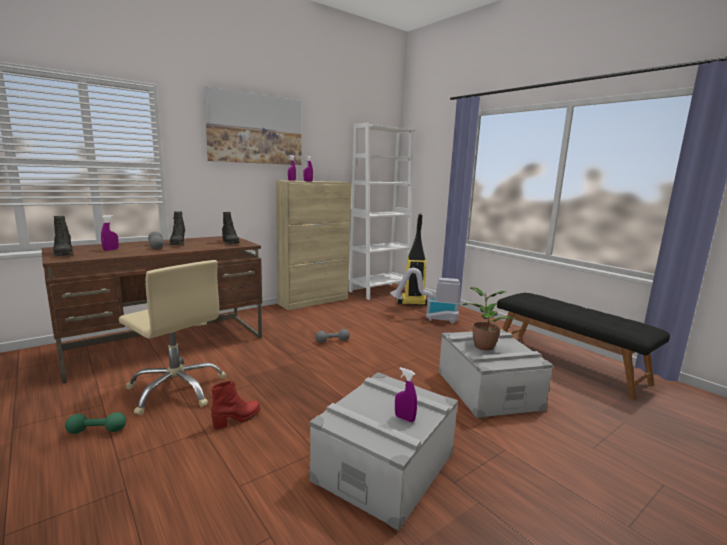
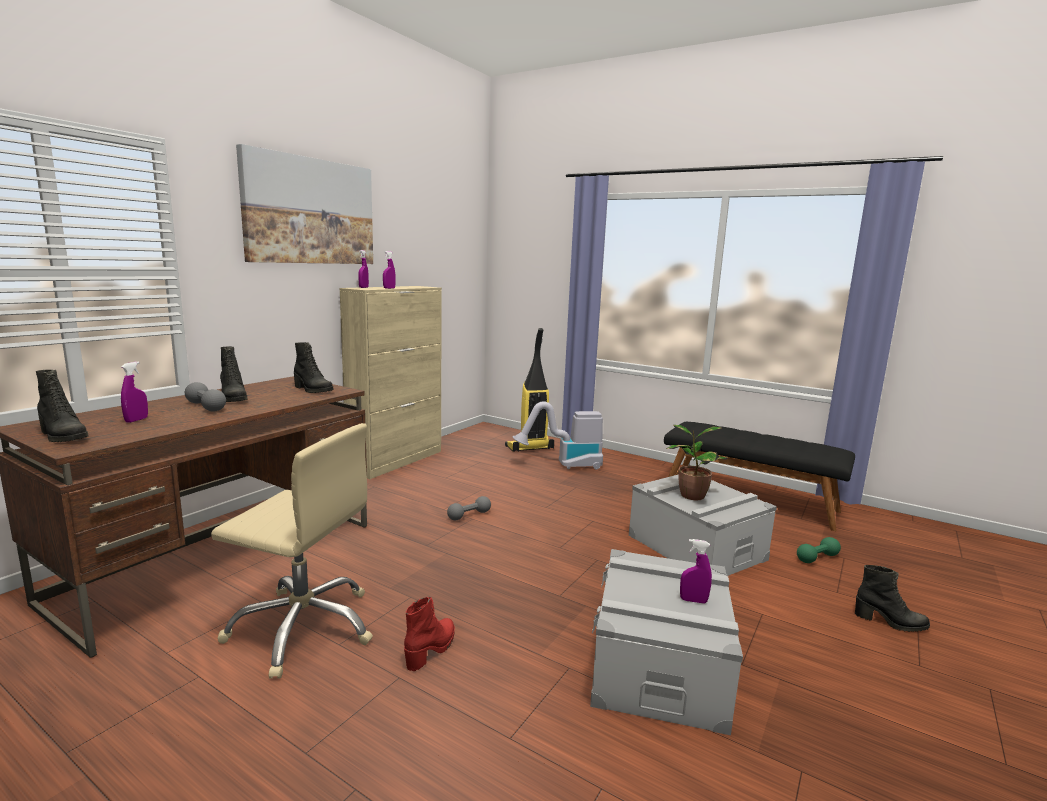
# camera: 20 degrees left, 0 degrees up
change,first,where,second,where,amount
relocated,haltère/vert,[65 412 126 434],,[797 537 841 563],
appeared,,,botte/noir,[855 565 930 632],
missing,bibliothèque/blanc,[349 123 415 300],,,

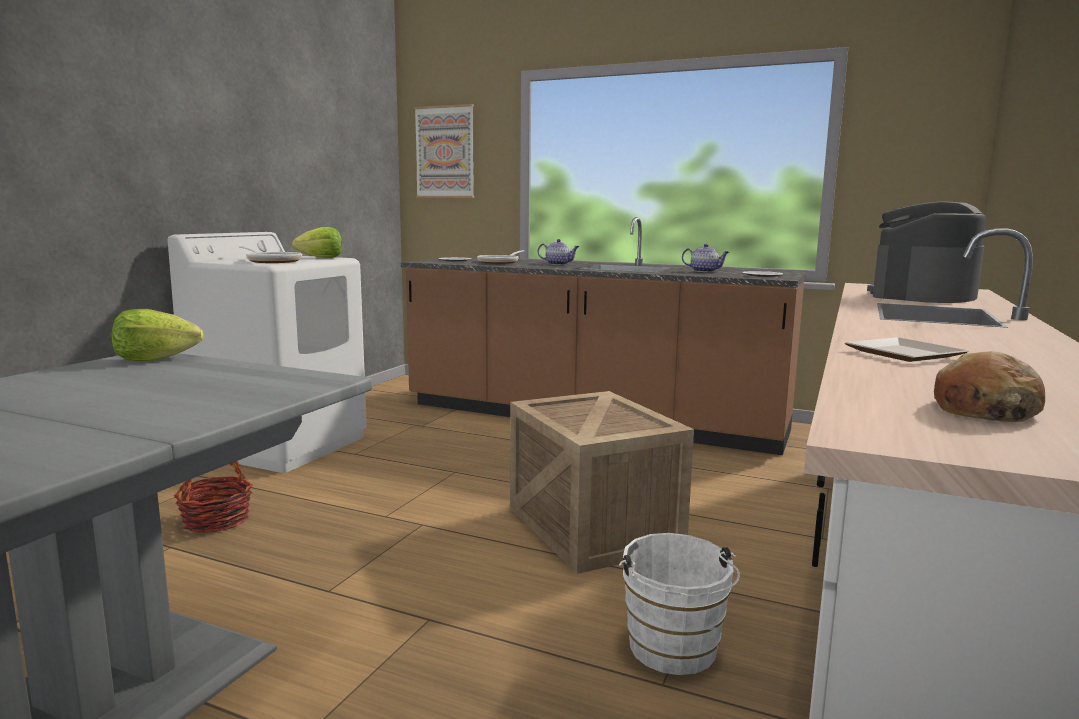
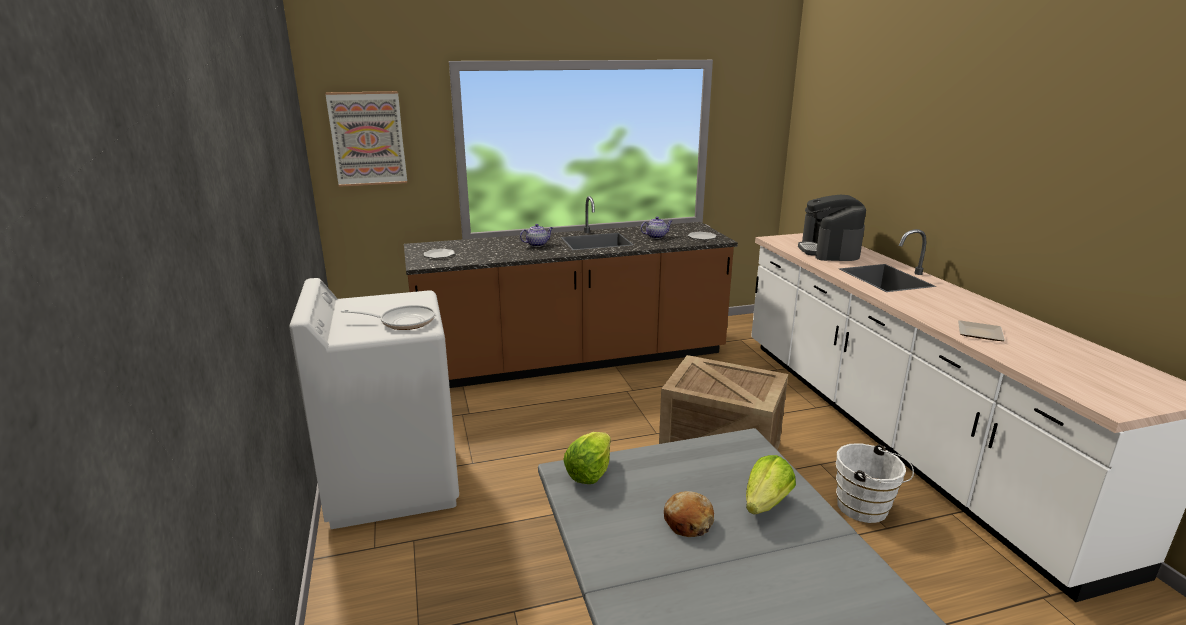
# camera: 40 degrees left, 10 degrees up
change,first,where,second,where,amount
relocated,pain,[934 351 1045 422],,[664 491 714 537],
relocated,laitue,[292 227 342 258],,[746 455 796 514],
missing,panier,[174 461 252 533],,,
missing,poêle,[477 250 524 264],,,

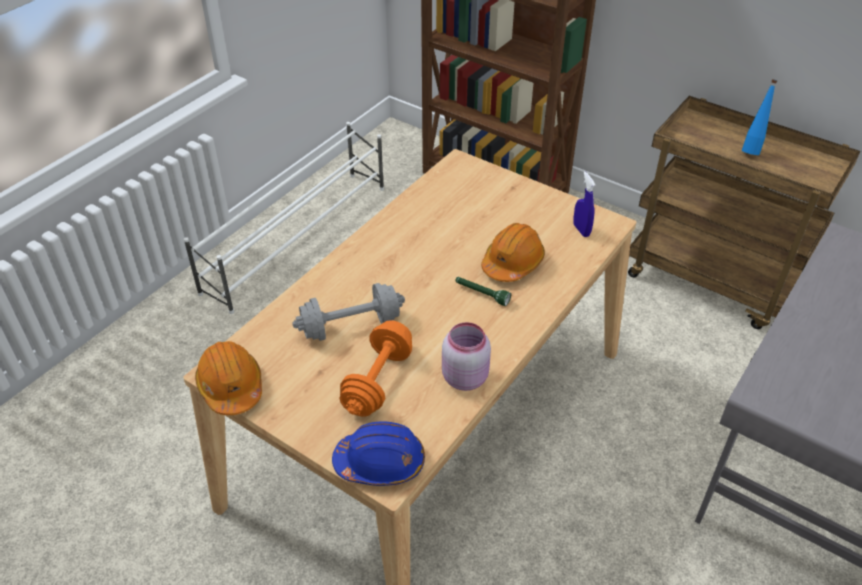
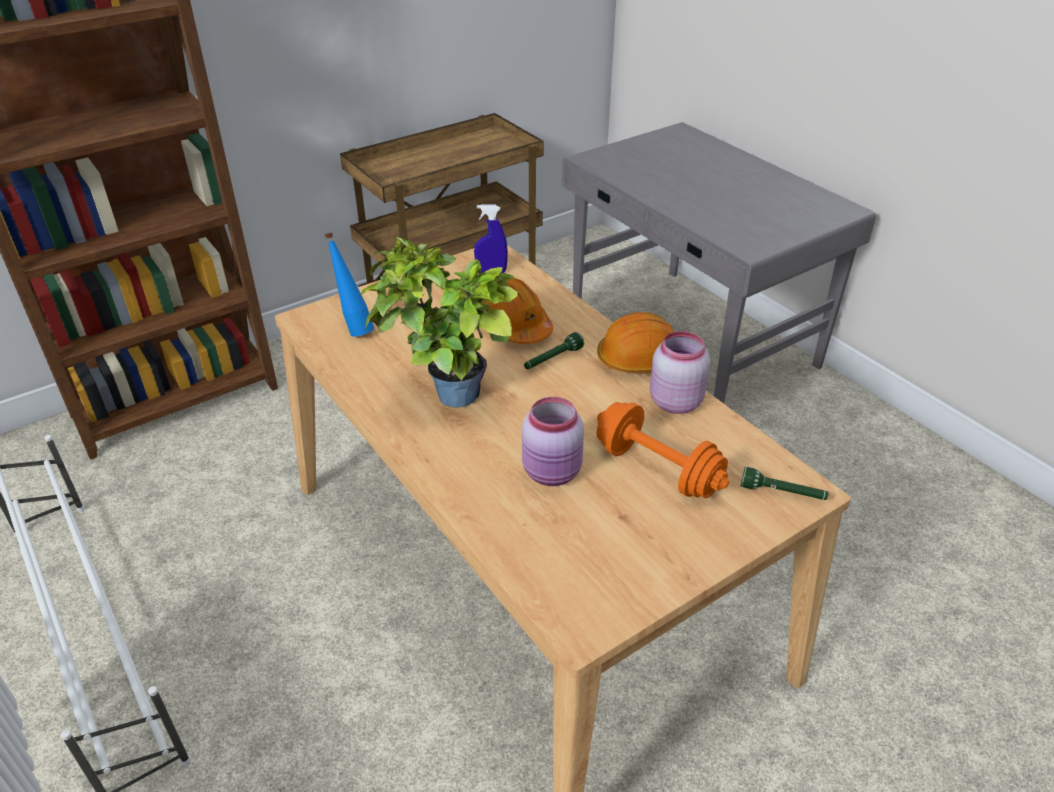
# camera: 70 degrees left, 5 degrees down
change,first,where,second,where,amount
relocated,bouteille/bleu,[742 79 777 155],,[325 232 374 337],
appeared,,,plante en pot,[361 238 518 408],
exchanged,haltère/gris,[293 283 405 341],bocal/rose,[522 397 584 486],
relocated,casque de chantier/orange,[195 341 262 415],,[597 312 673 373],
exchanged,casque de chantier/bleu,[332 421 425 486],lampe de poche/vert,[741 467 829 500],

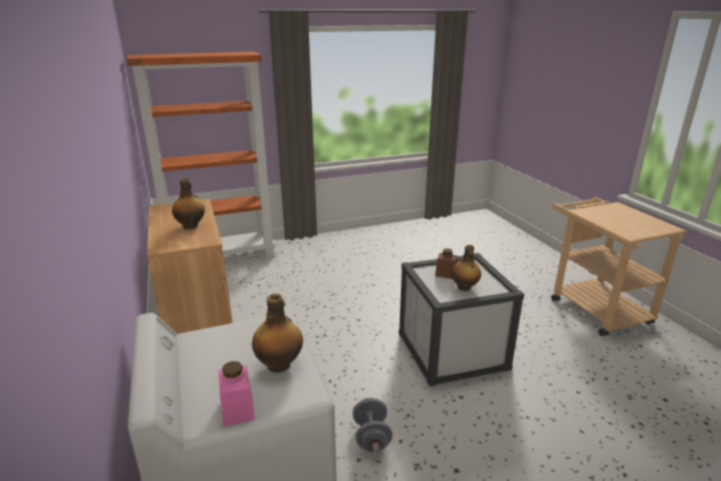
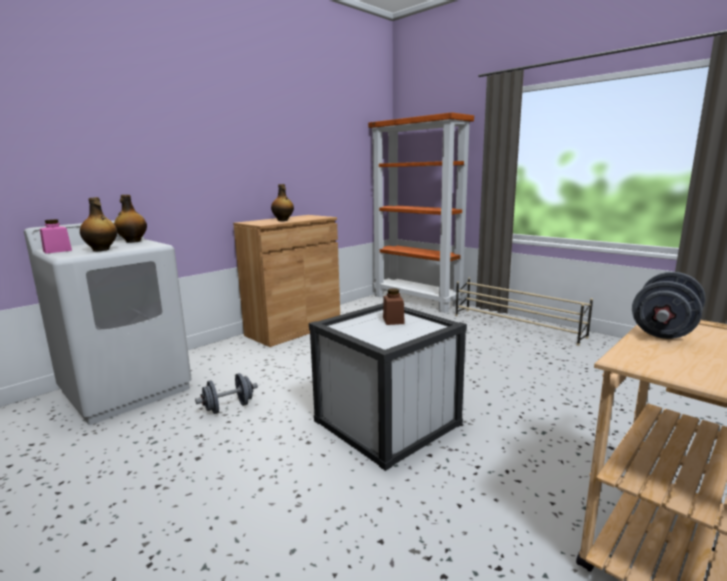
# camera: 65 degrees right, 10 degrees down
change,first,where,second,where,amount
relocated,bouteille,[451 245 481 291],,[114 195 147 243],
appeared,,,étagère à chaussures/beige,[455 278 593 346],
appeared,,,haltère/gris,[632 272 706 339],

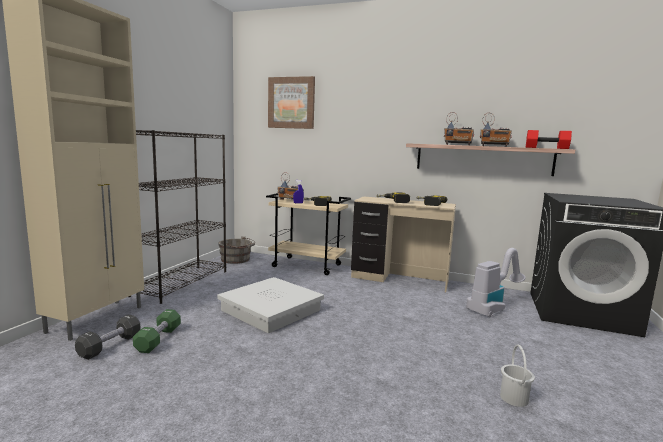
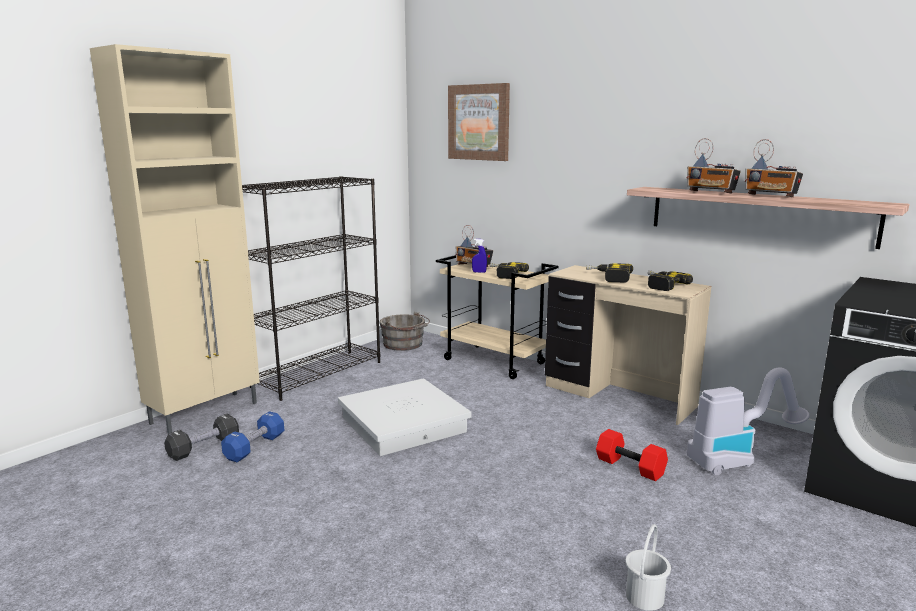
# camera: 20 degrees right, 5 degrees up
change,first,where,second,where,amount
colour,haltère/vert,[133 309 181 353],haltère/bleu,[221 411 284 462],
relocated,haltère/rouge,[526 130 572 149],,[596 429 668 481],

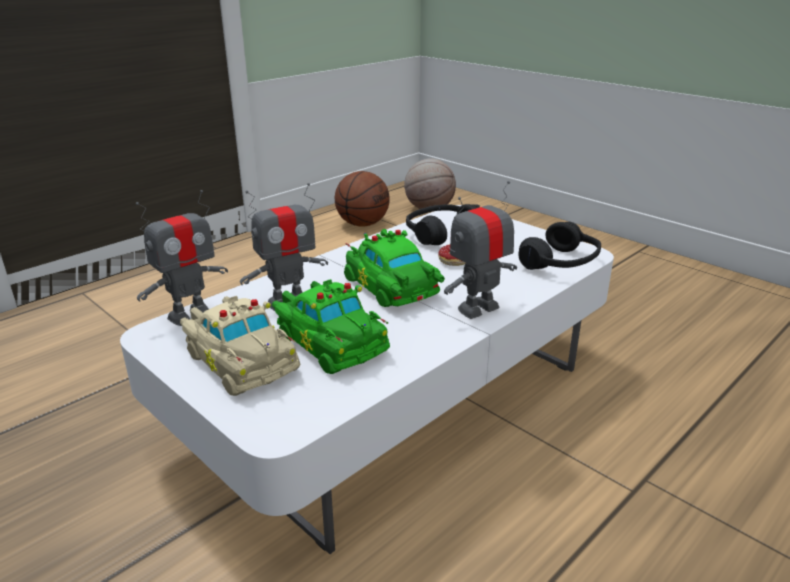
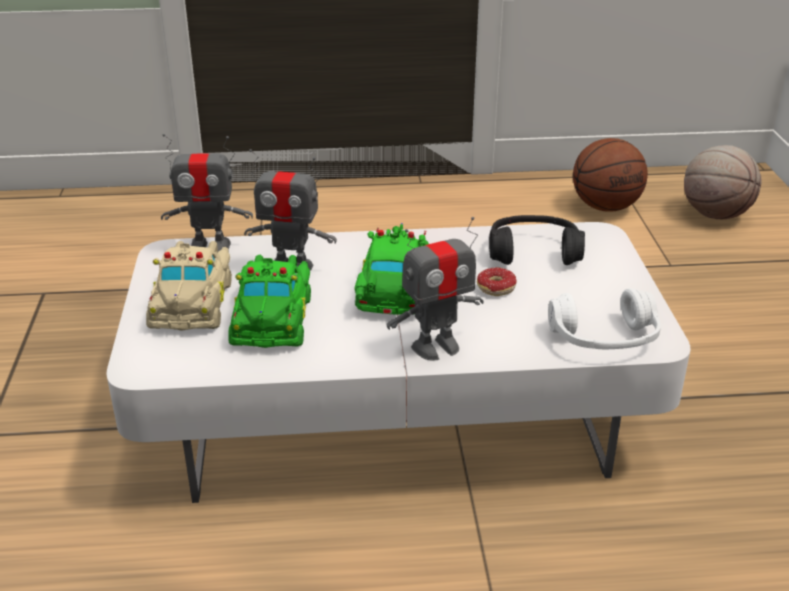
# camera: 40 degrees right, 5 degrees up
change,first,where,second,where,amount
spun,robot jouet,[444 181 517 319],,[386 217 484 360],150 degrees clockwise
colour,casque audio/noir,[518 222 601 270],casque audio/blanc,[548 288 661 349],

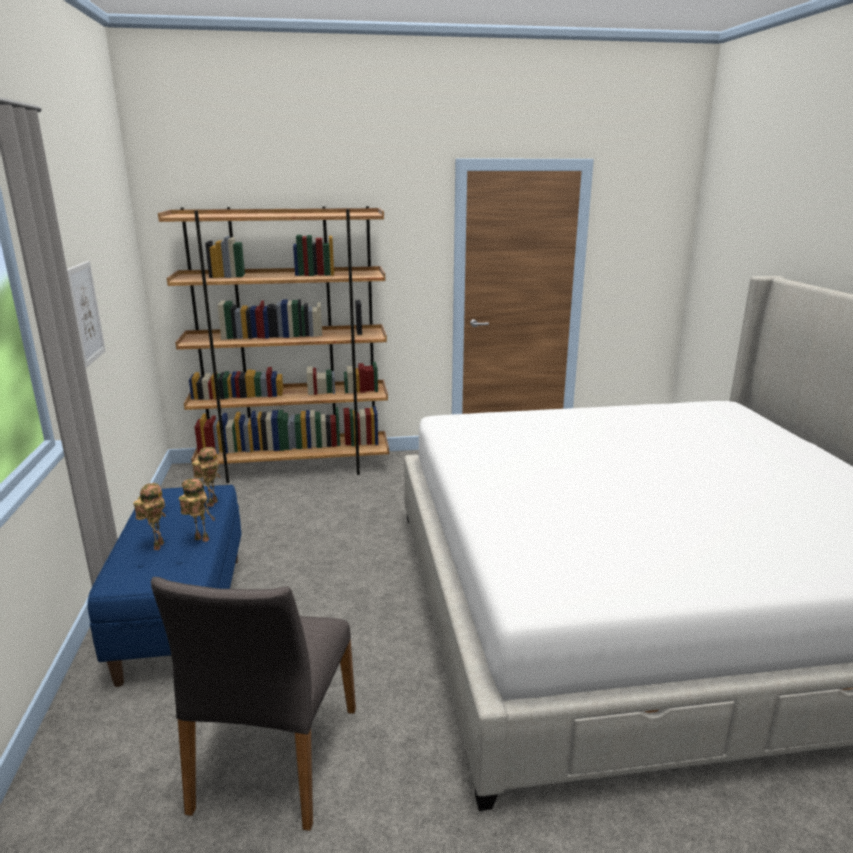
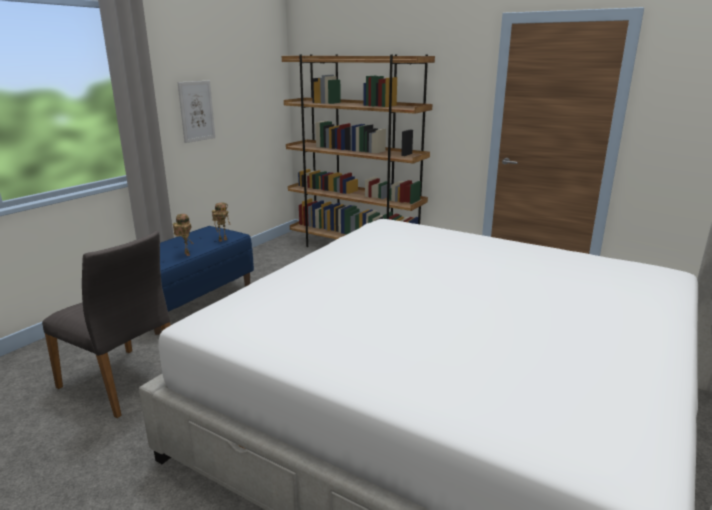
# camera: 40 degrees right, 0 degrees up
change,first,where,second,where,amount
spun,chaise/gris,[151 577 356 831],,[42 231 171 418],105 degrees counterclockwise
missing,robot jouet,[133 483 166 550],,,

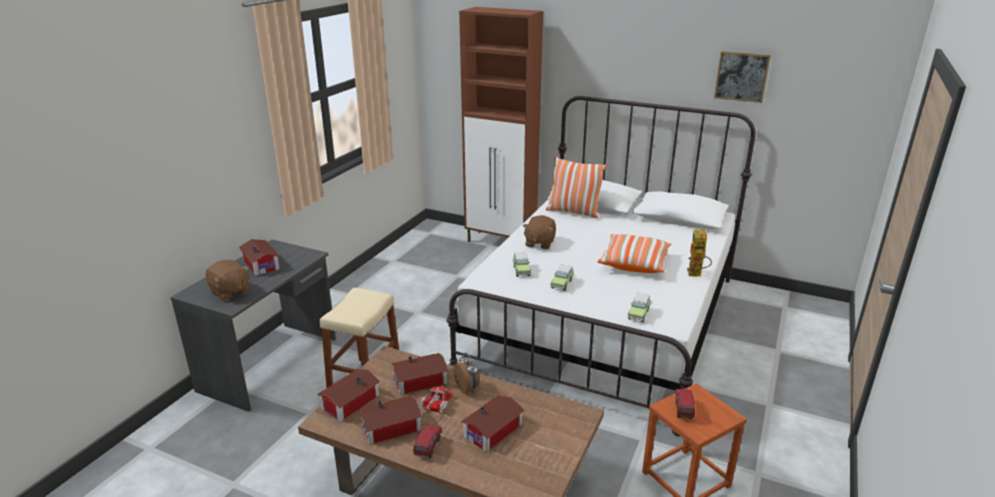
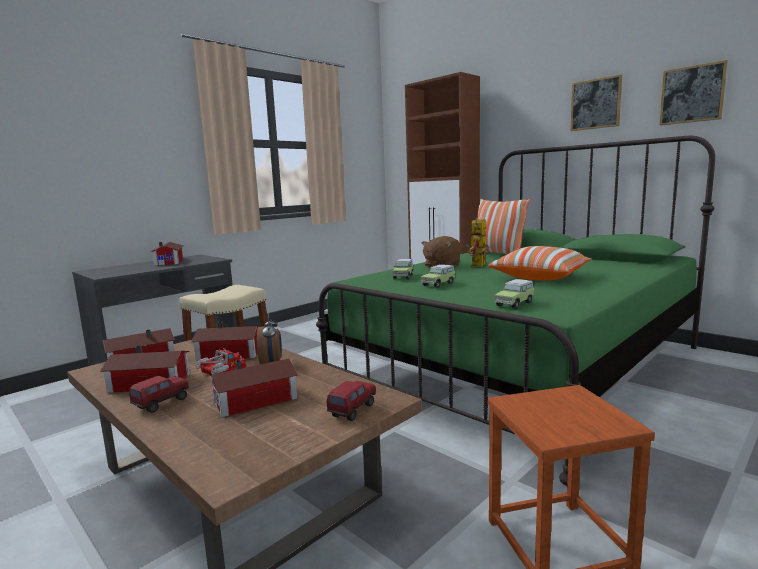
# camera: 20 degrees right, 15 degrees down
change,first,where,second,where,amount
colour,lit/blanc,[446 96 756 436],lit/vert,[316 136 715 486],
relocated,camion jouet,[676 389 695 419],,[327 381 376 421],
relocated,robot jouet,[687 229 712 277],,[466 218 488 267],
appeared,,,tableau,[570 75 622 131],
missing,peluche/marron,[205 260 250 301],,,

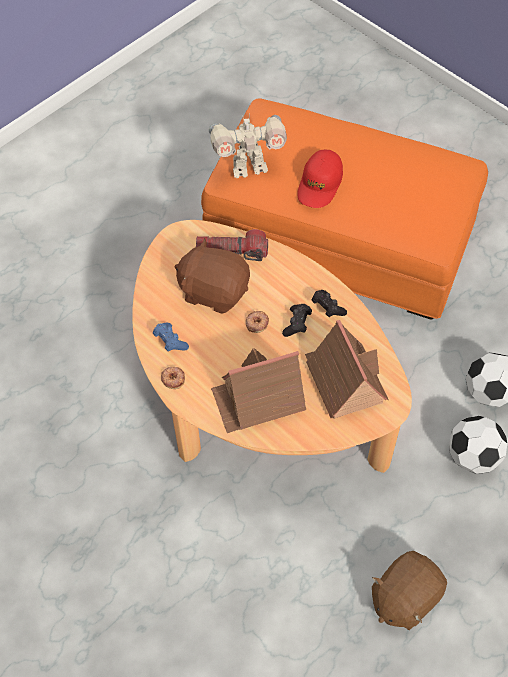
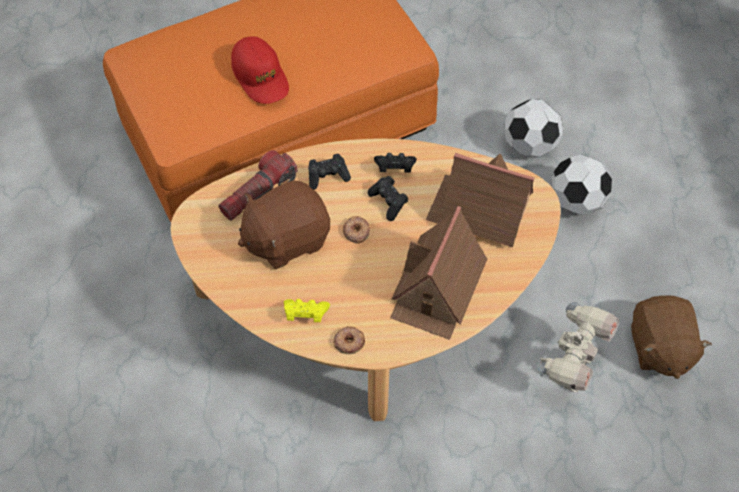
# camera: 50 degrees left, 0 degrees up
change,first,where,second,where,amount
colour,manette/bleu,[153 322 189 352],manette/jaune,[284 299 330 322],
appeared,,,manette/noir,[308 154 351 190],
relocated,robot jouet,[209 114 287 178],,[537 302 619 393],

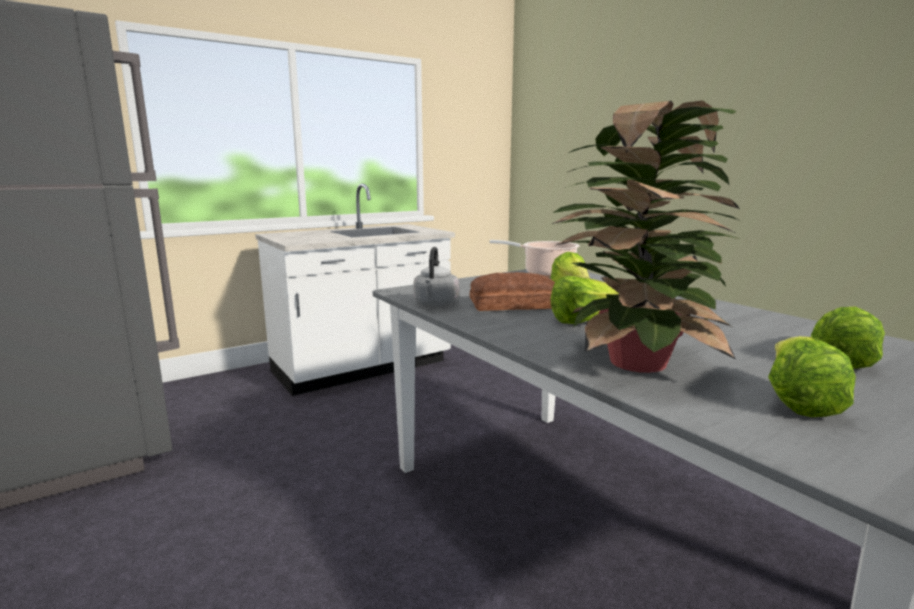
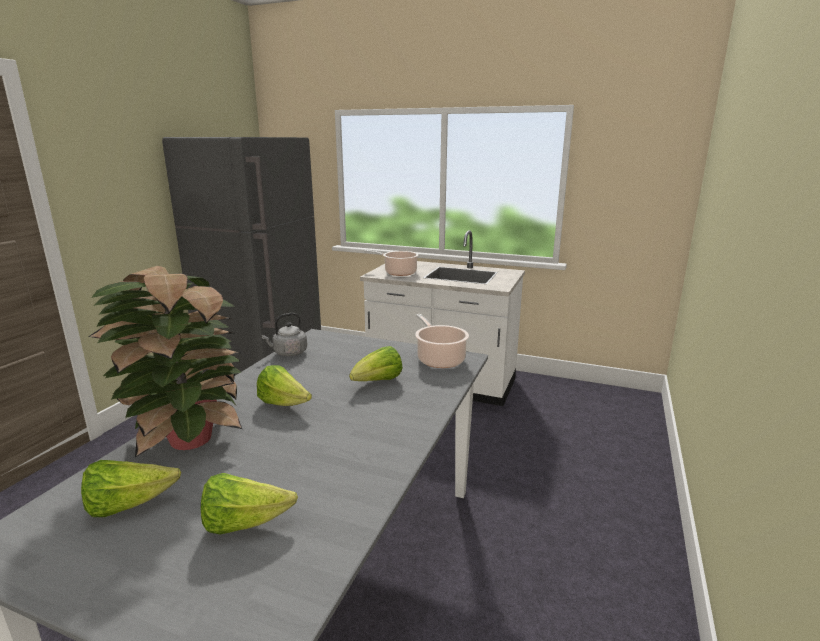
# camera: 55 degrees right, 5 degrees up
change,first,where,second,where,amount
appeared,,,marmite,[364 250 419 276],
missing,pain,[470 272 555 311],,,

